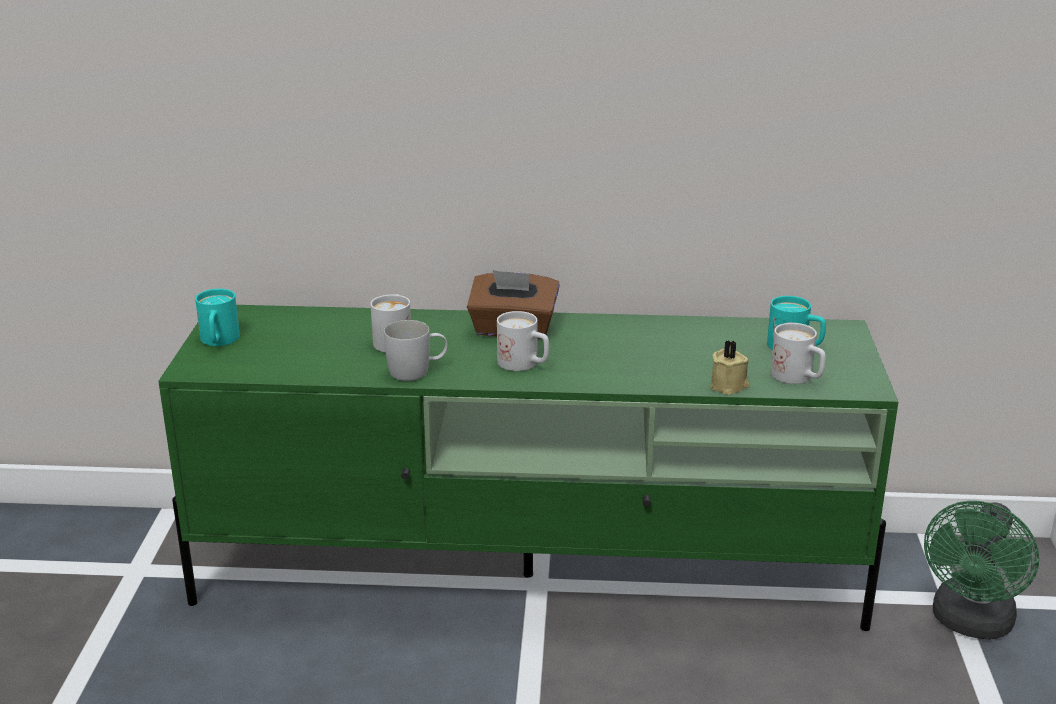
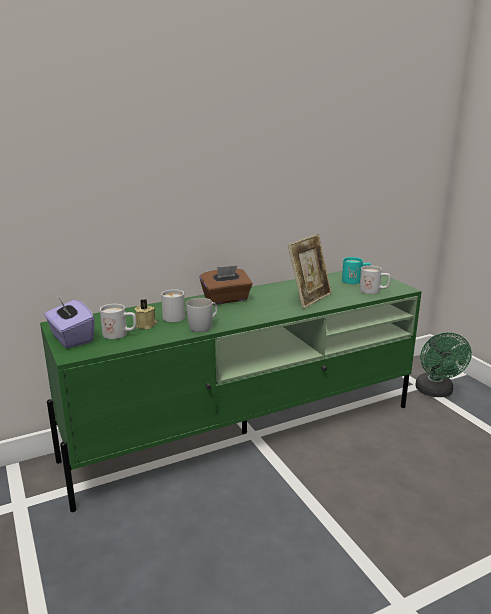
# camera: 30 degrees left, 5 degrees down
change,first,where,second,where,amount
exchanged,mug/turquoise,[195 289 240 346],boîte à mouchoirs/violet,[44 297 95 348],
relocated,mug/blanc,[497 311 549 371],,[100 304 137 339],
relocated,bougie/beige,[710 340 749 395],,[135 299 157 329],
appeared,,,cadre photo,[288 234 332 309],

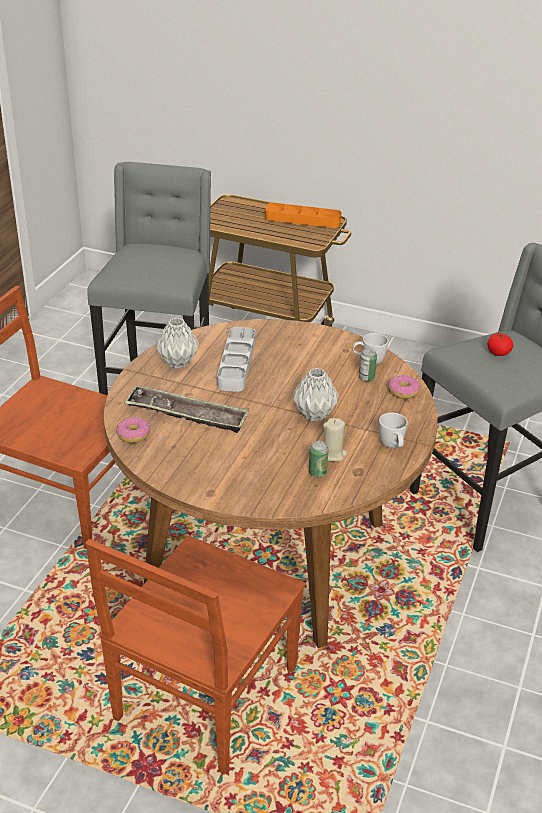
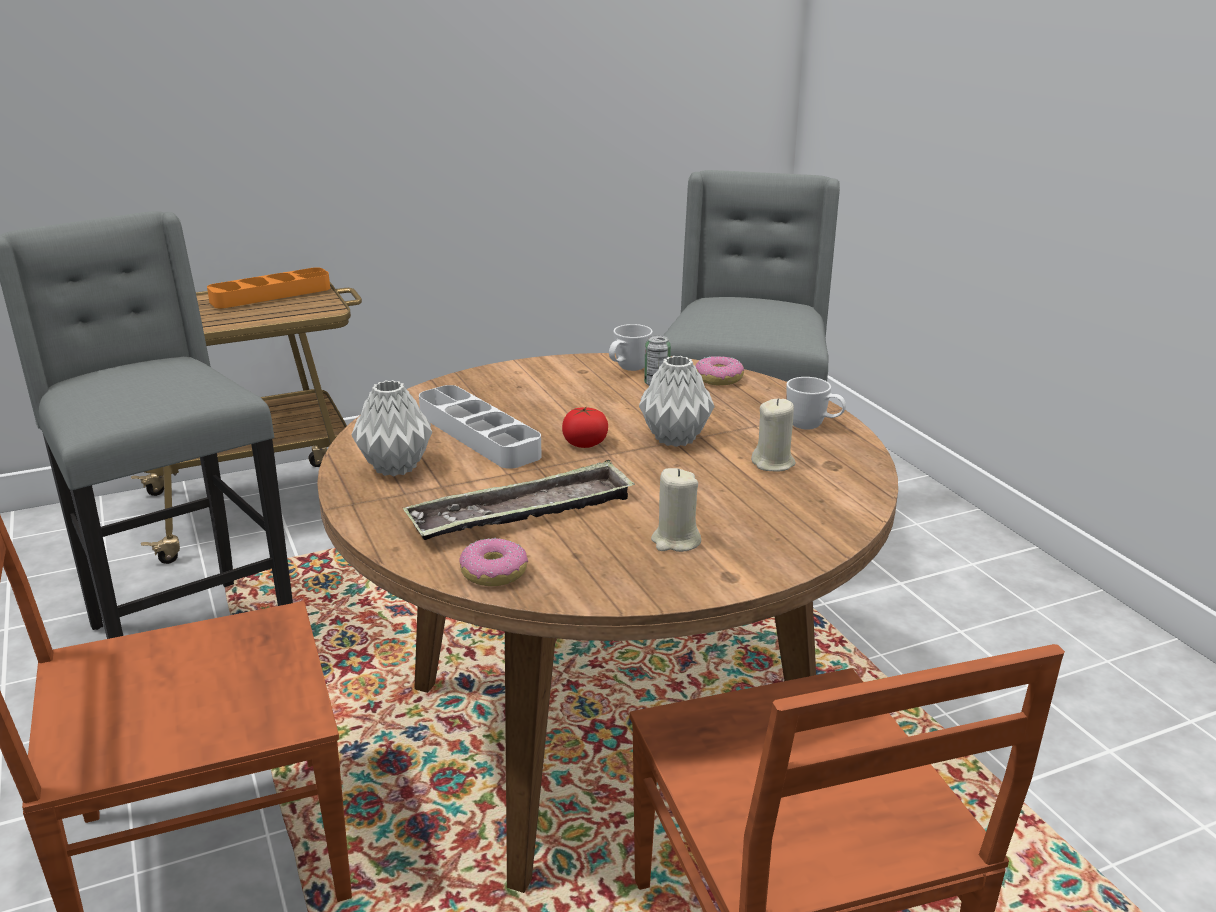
# camera: 45 degrees left, 10 degrees down
change,first,where,second,where,amount
relocated,tomate,[487 333 514 356],,[562 406 608 448],
appeared,,,bougie/beige,[651 468 701 552],
missing,boîte métallique,[309 441 328 477],,,

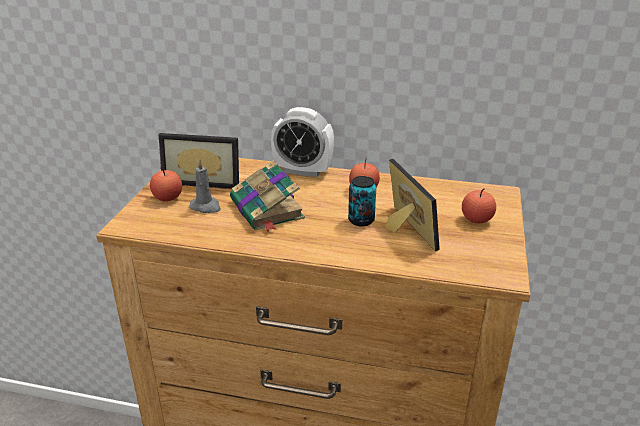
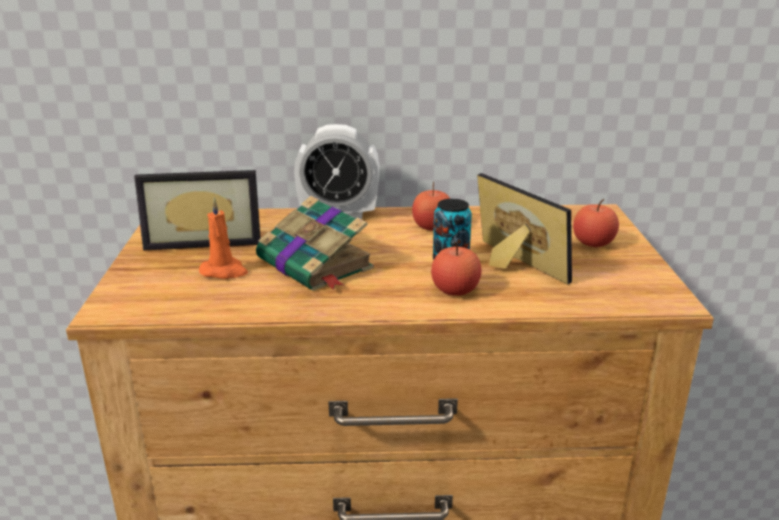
# camera: 15 degrees left, 5 degrees down
change,first,where,second,where,amount
colour,bougie/gris,[189 158 221 213],bougie/orange,[199 197 248 279],
relocated,pomme,[150 168 182 201],,[431 242 481 296],

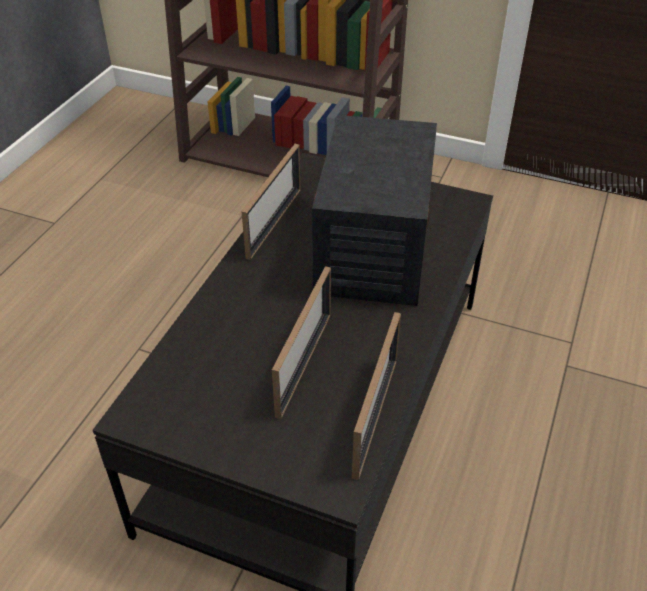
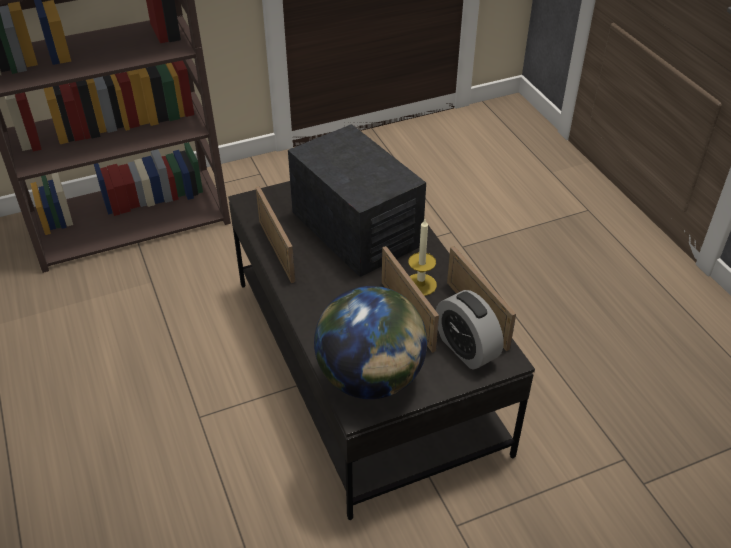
# camera: 45 degrees left, 0 degrees up
change,first,where,second,where,amount
appeared,,,globe,[314 286 427 399],
appeared,,,bougie,[408 219 437 296],
appeared,,,réveil,[436 290 504 369],

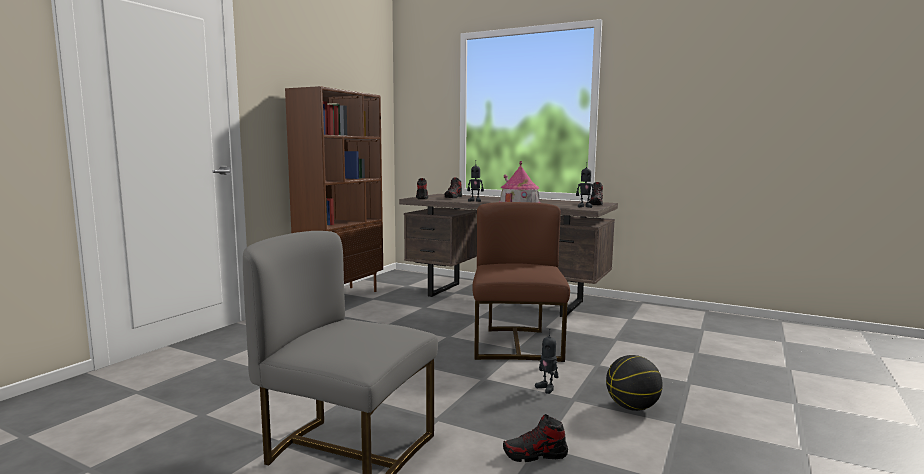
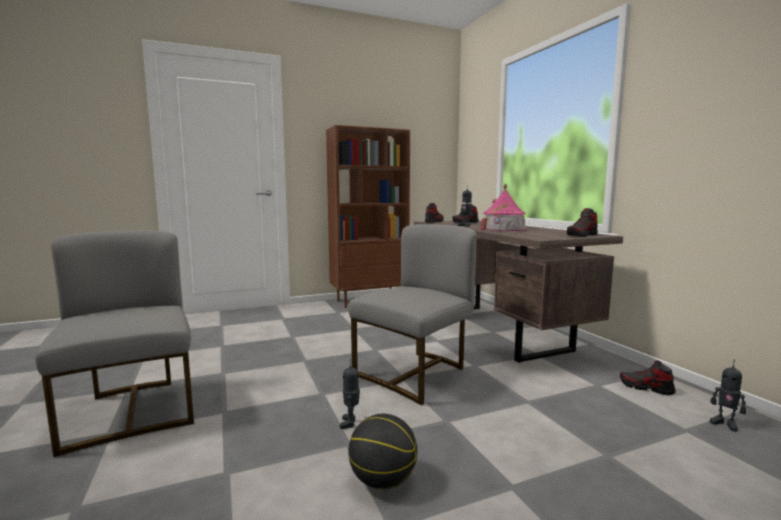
# camera: 40 degrees right, 0 degrees up
change,first,where,second,where,amount
colour,chaise/marron,[472 202 570 362],chaise/gris,[348 224 477 405],
relocated,chaussure,[503 414 568 462],,[620 360 676 396],
relocated,robot jouet,[576 162 595 208],,[710 360 746 432],

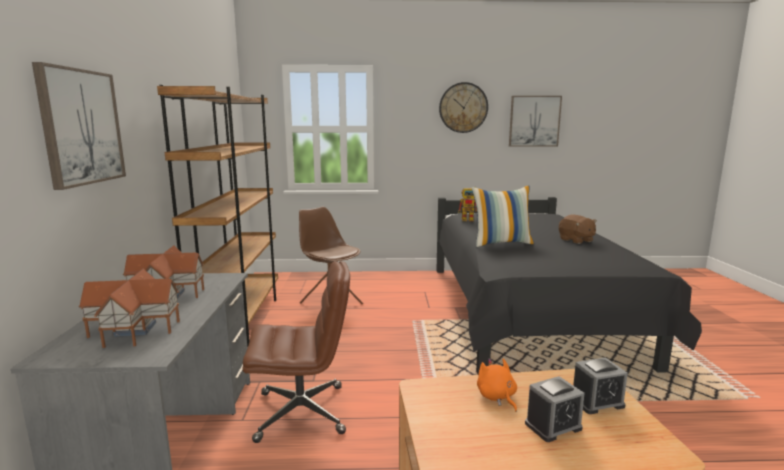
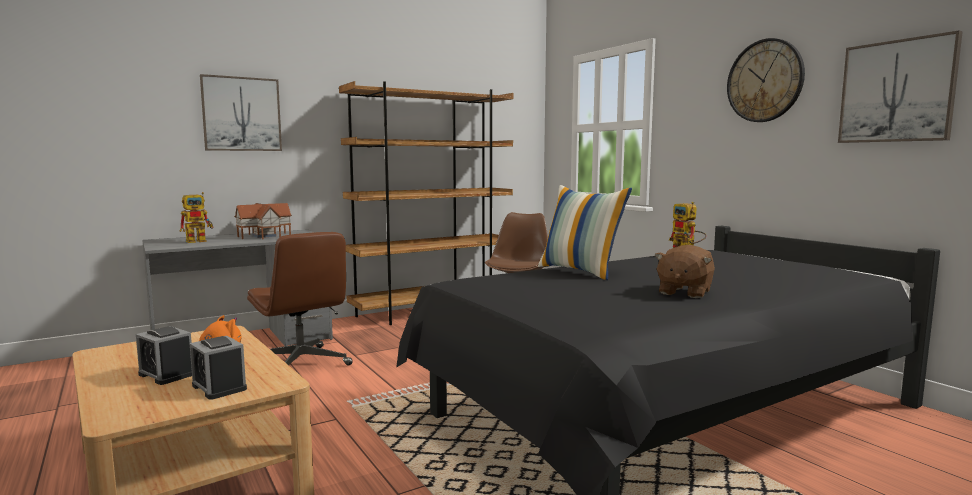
# camera: 60 degrees right, 5 degrees down
change,first,where,second,where,amount
exchanged,maison miniature,[79 269 180 348],robot jouet,[180 192 213 243],

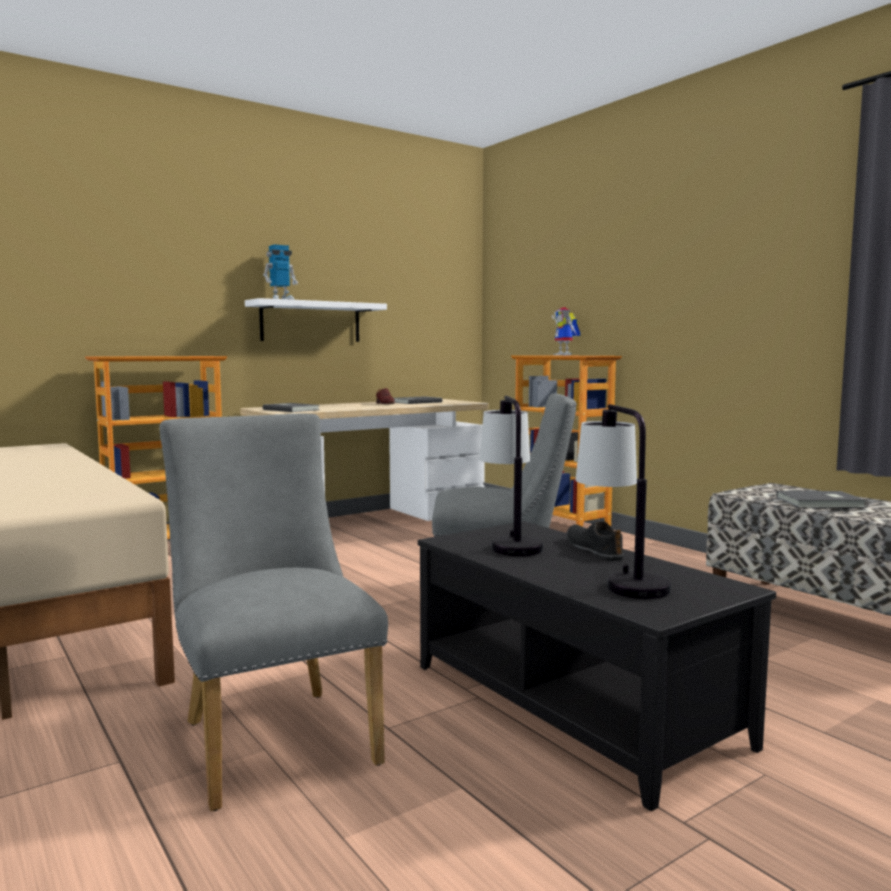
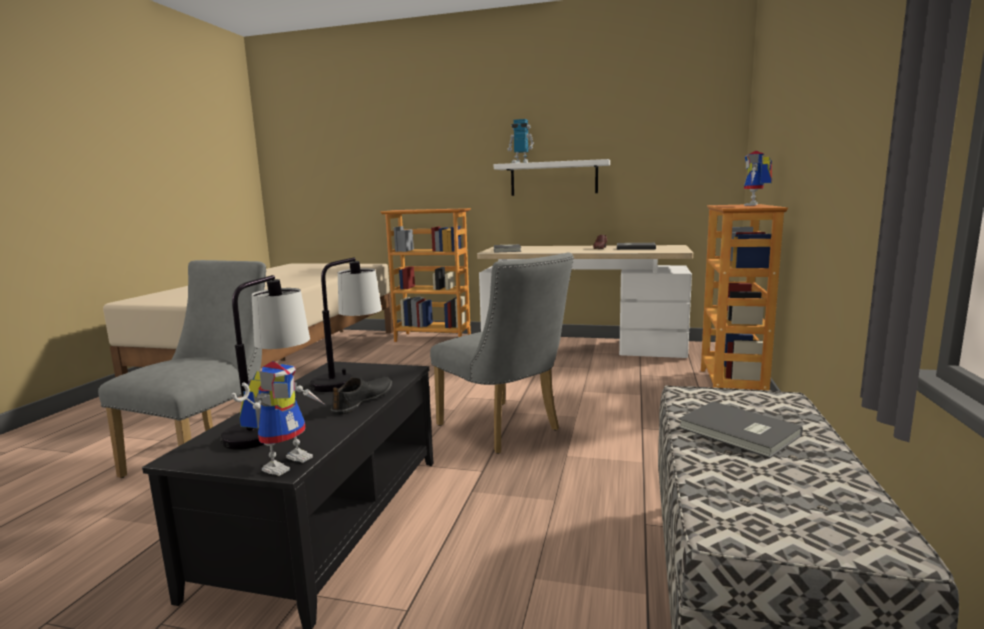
# camera: 50 degrees right, 5 degrees up
change,first,where,second,where,amount
appeared,,,robot jouet,[231 361 324 476],

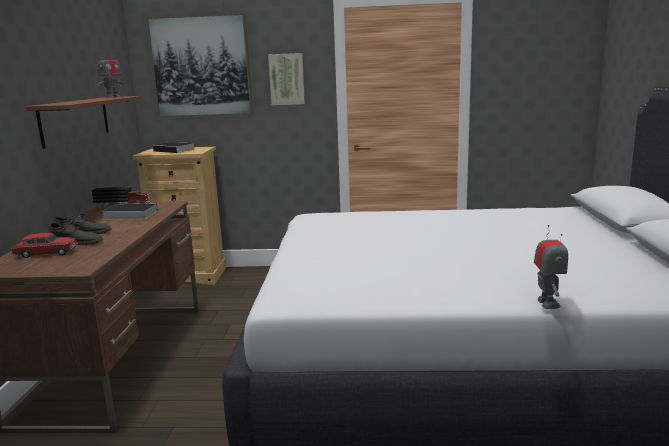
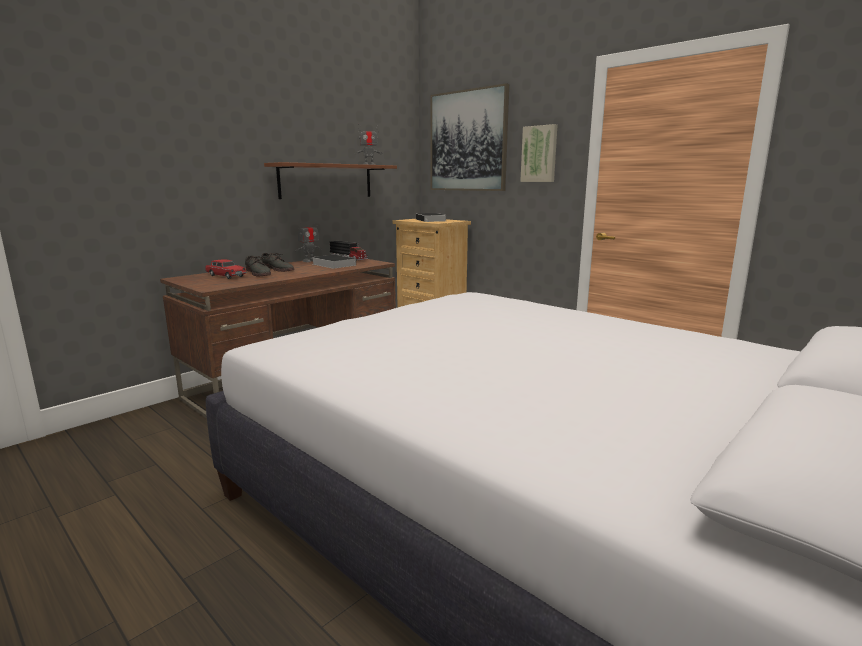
# camera: 40 degrees right, 0 degrees up
change,first,where,second,where,amount
relocated,robot jouet,[534 225 568 309],,[295 220 322 262],

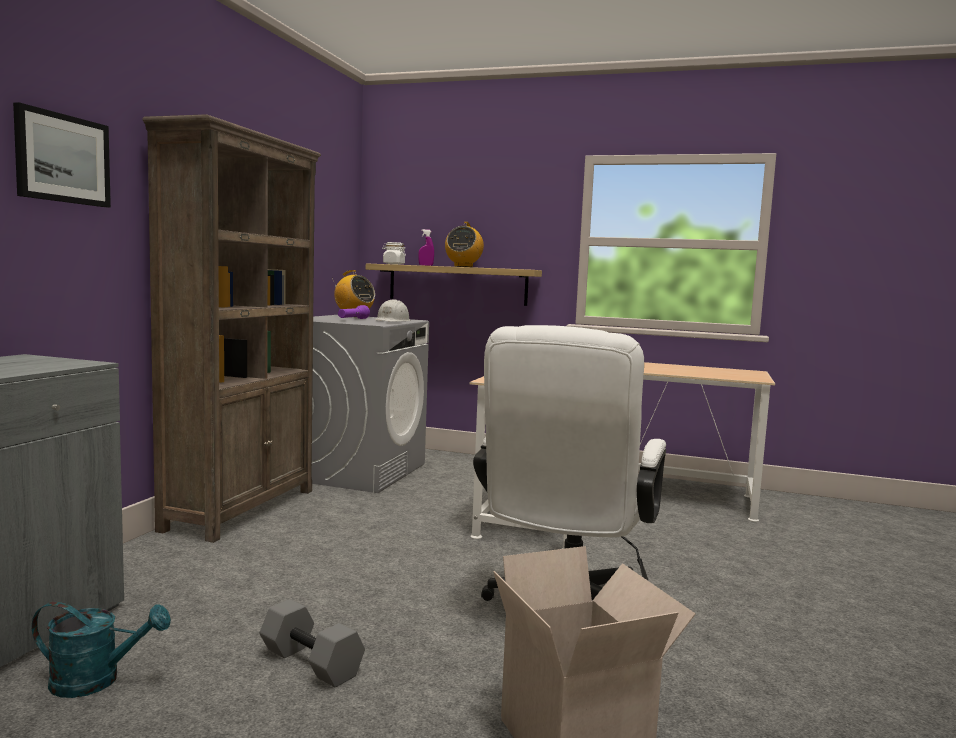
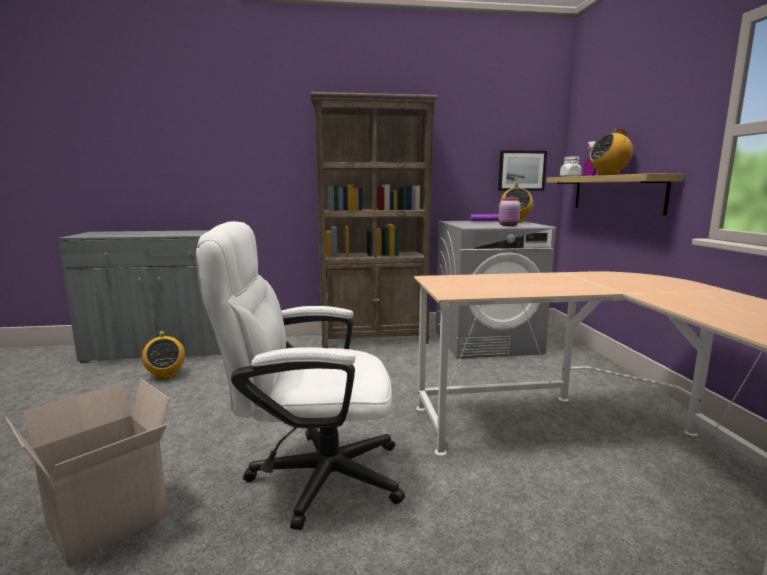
# camera: 65 degrees right, 5 degrees up
change,first,where,second,where,amount
exchanged,arrosoir/turquoise,[32 602 171 698],radio,[142 331 185 379],
relocated,tableau,[13 102 111 207],,[498 150 547 191],
exchanged,casque de chantier/blanc,[374 299 411 322],bocal/rose,[499 198 521 226],
missing,haltère/gris,[259 599 365 687],,,

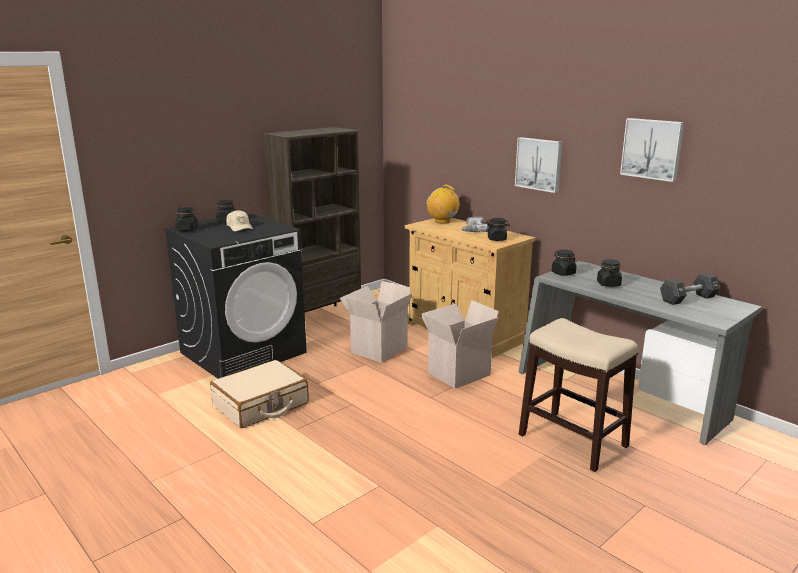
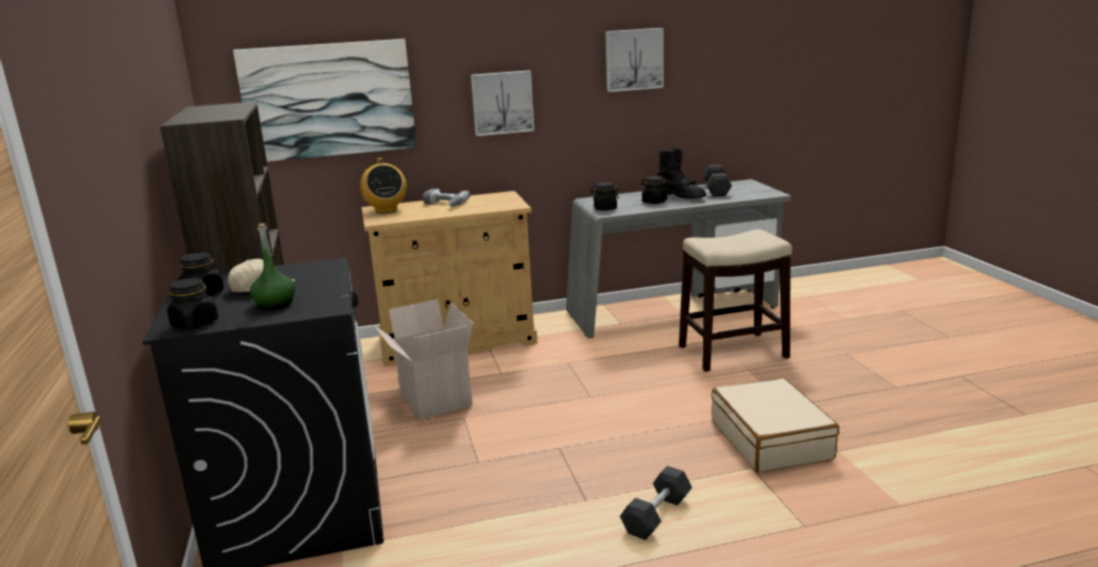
# camera: 60 degrees left, 0 degrees up
change,first,where,second,where,amount
appeared,,,tableau,[233 39 417 162],
appeared,,,bouteille/vert,[250 223 296 309],
spun,radio,[426 184 463 224],,[360 158 407 213],90 degrees counterclockwise
appeared,,,haltère/noir,[620 466 692 540],
appeared,,,botte/noir,[657 147 706 199],
relocated,valise/beige,[210 360 309 428],,[711 378 839 472],
missing,carton,[421 300 499 389],,,
missing,bocal/noir,[486 218 510 241],,,

